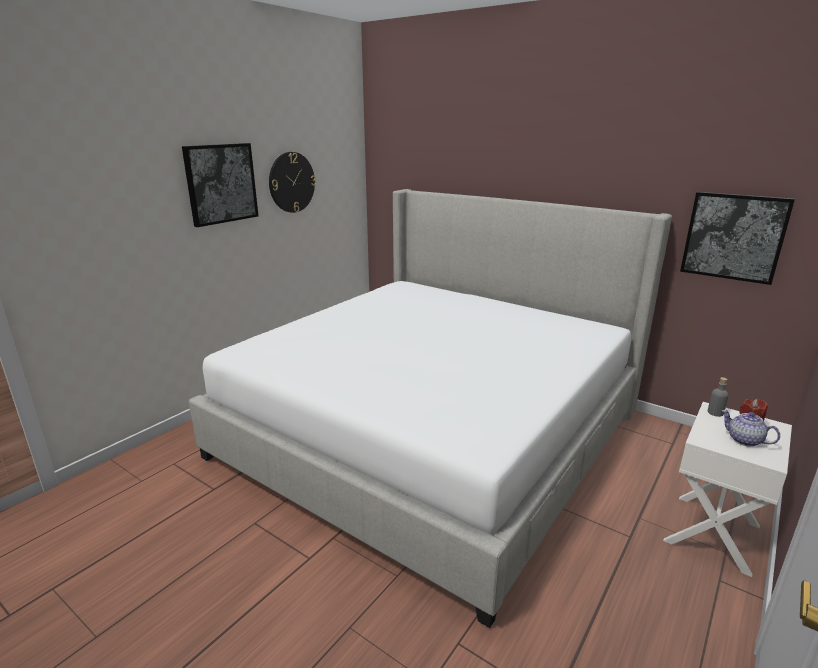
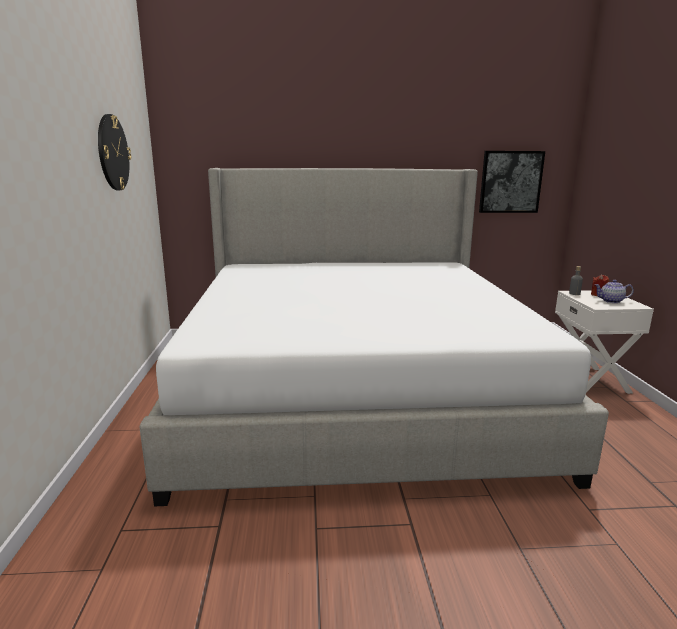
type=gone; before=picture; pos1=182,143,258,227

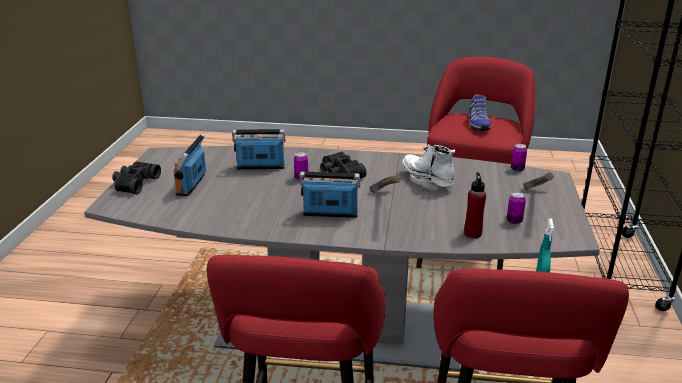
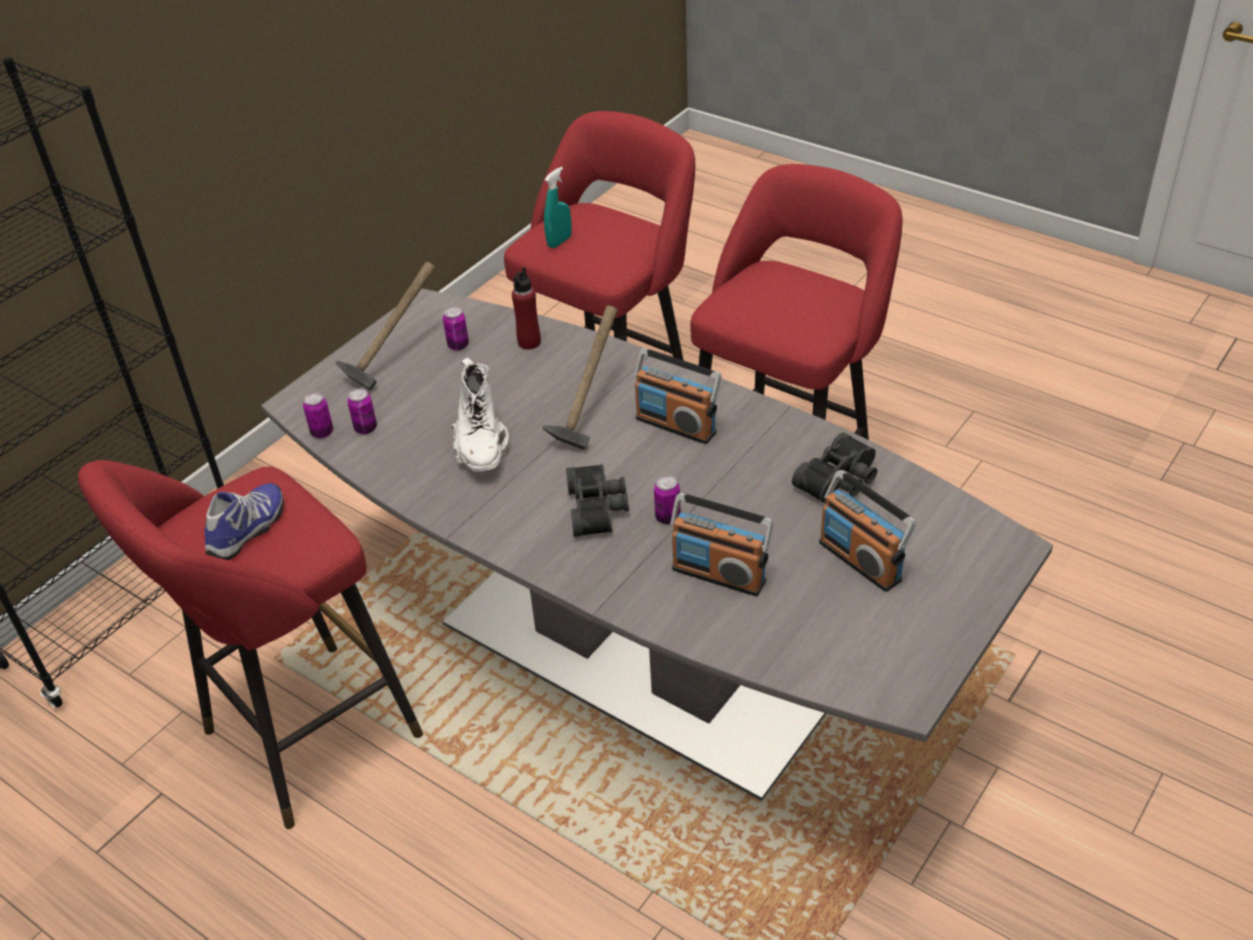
type=new; after=metal can; pos2=347,389,377,434
type=shifted; before=black field glasses; pos1=112,161,161,194; pos2=792,432,878,503
type=rotated; before=radio set; pos1=173,134,206,196; pos2=819,470,916,592; turn=105

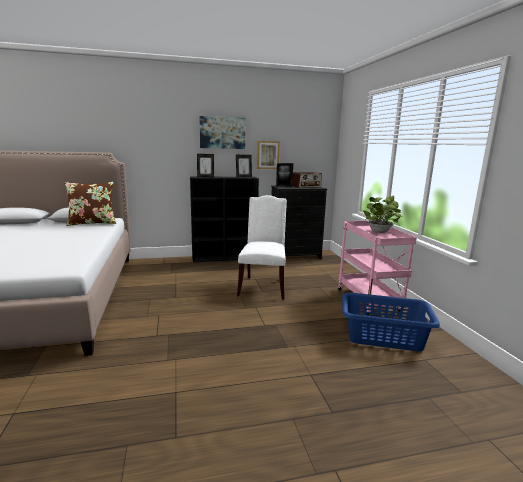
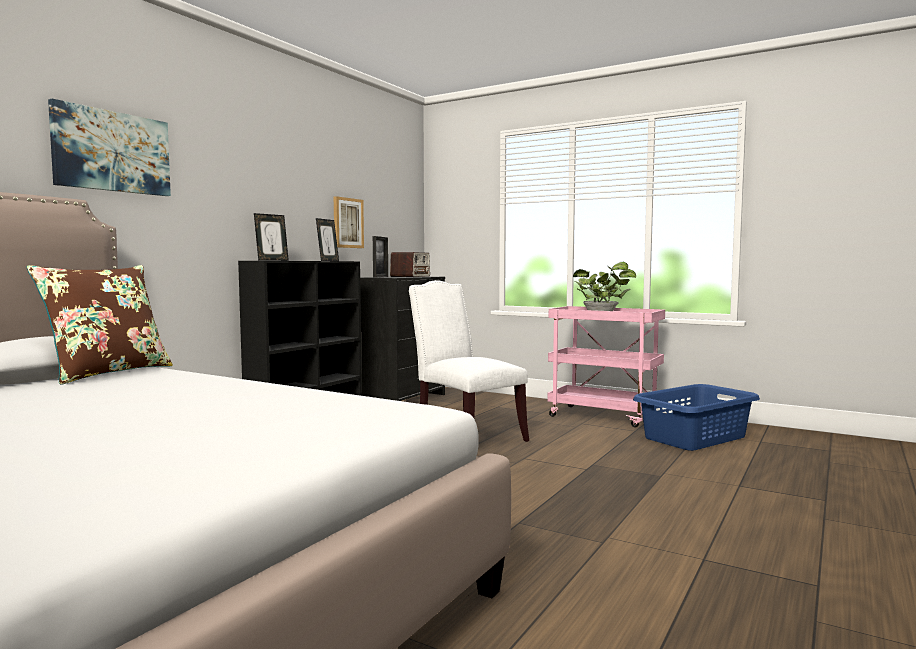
type=shifted; before=picture; pos1=199,116,245,149; pos2=48,99,171,196

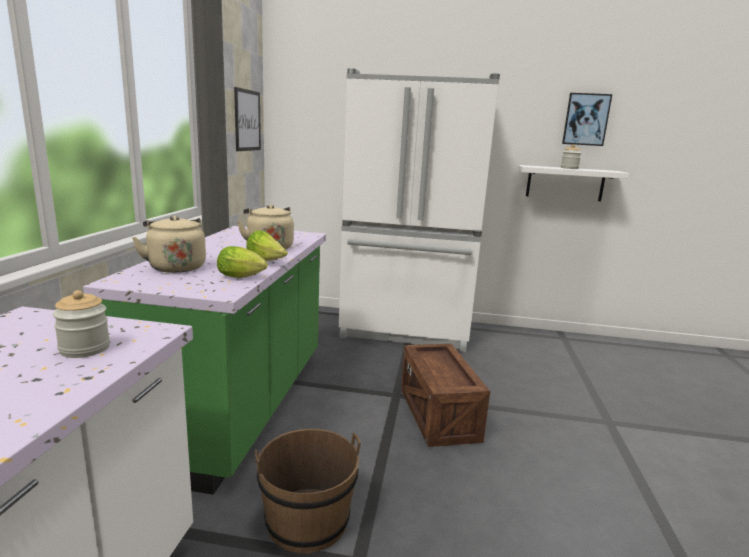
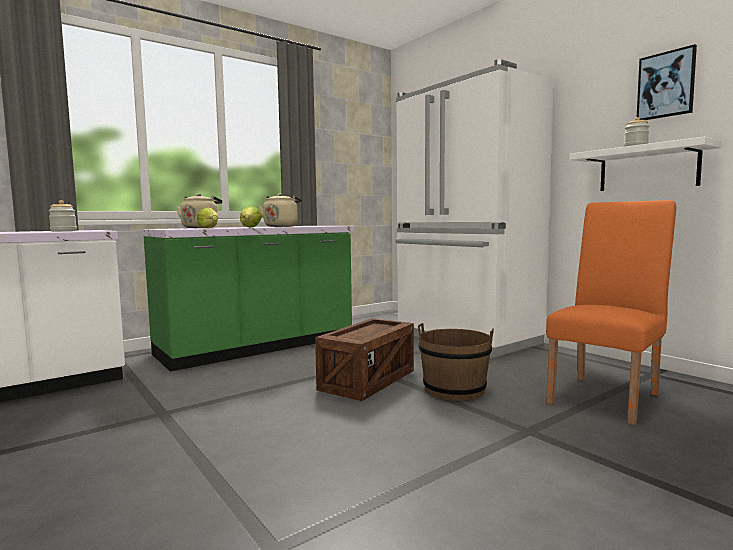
type=shifted; before=brownish water bucket; pos1=255,429,361,554; pos2=418,323,494,401
type=new; after=orange-coloured upright chair; pos2=546,200,676,425
type=gone; before=picture; pos1=234,87,261,151

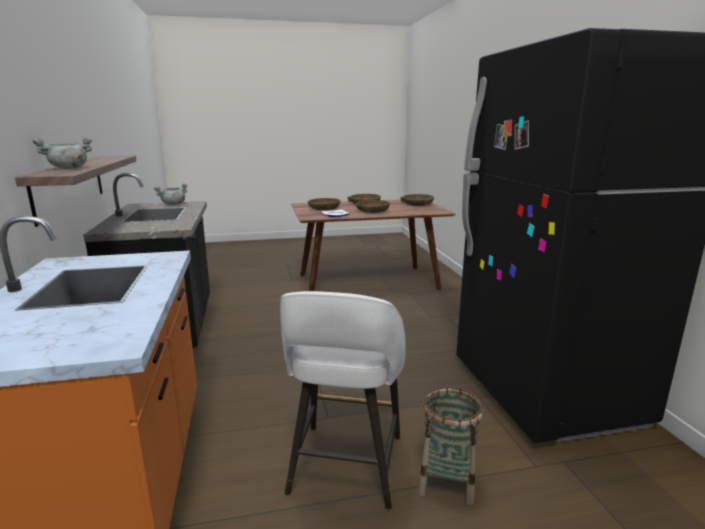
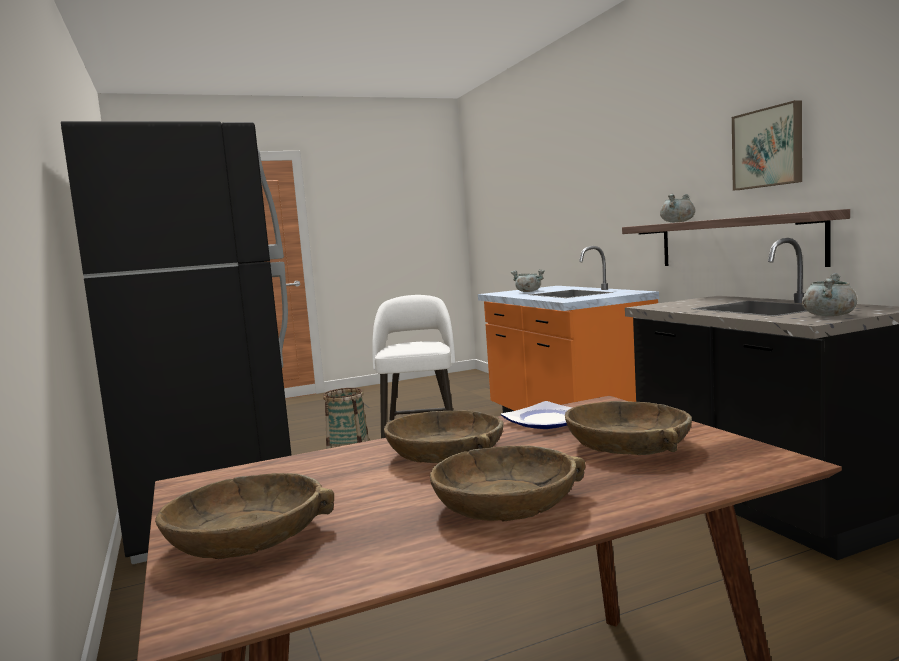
type=new; after=gray stockpot; pos2=511,269,545,292
type=new; after=picture; pos2=732,100,802,190

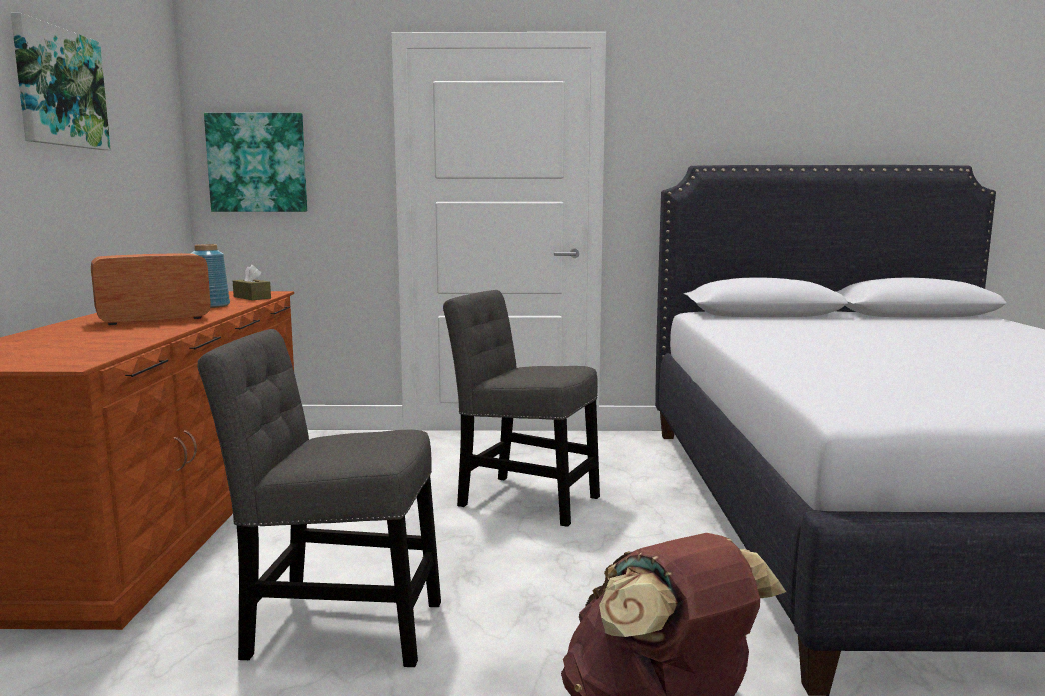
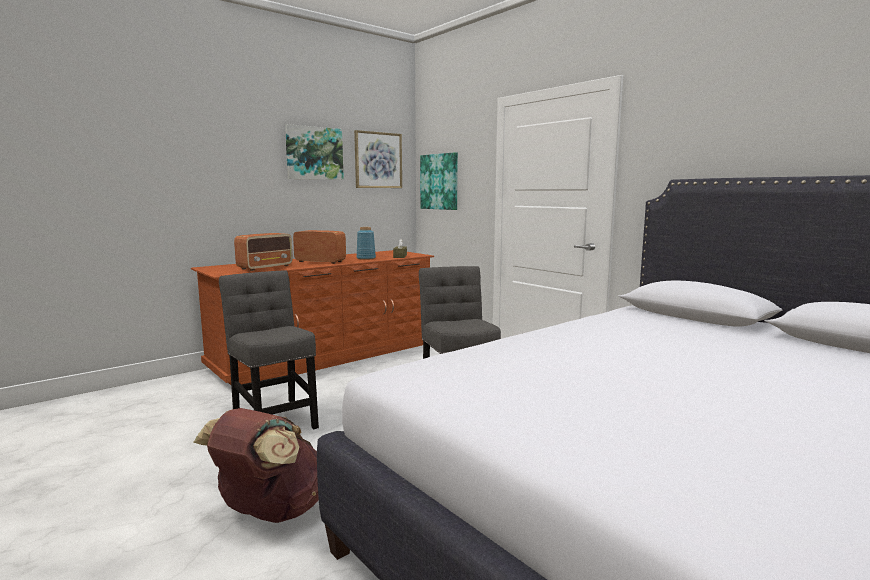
type=new; after=radio set; pos2=234,233,293,271
type=new; after=picture; pos2=354,130,402,188

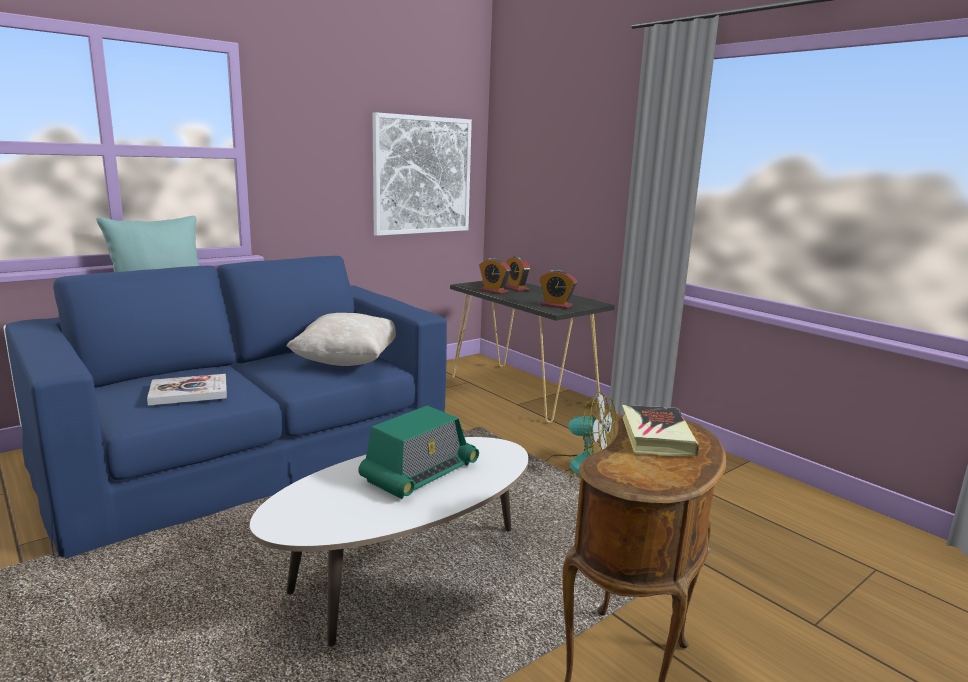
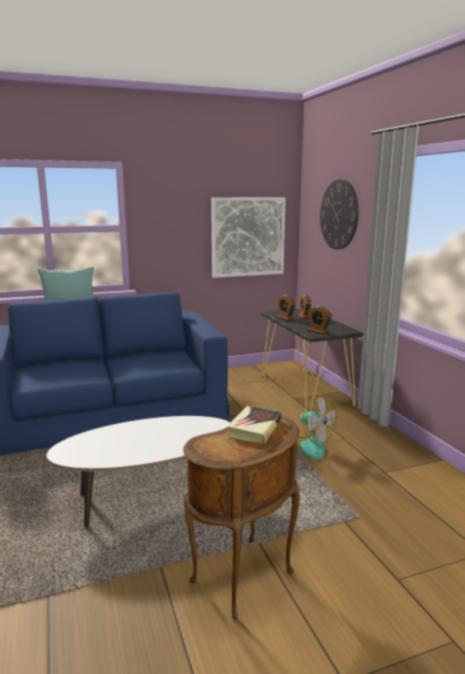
type=new; after=hanging clock; pos2=320,179,359,249
type=gone; before=book; pos1=147,374,227,406
type=gone; before=beige pillow; pos1=286,313,396,366
type=gone; before=radio set; pos1=358,406,479,499

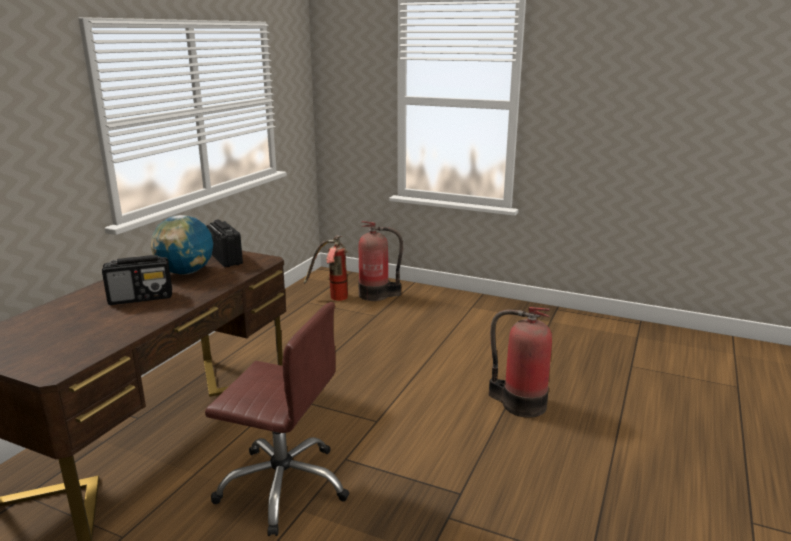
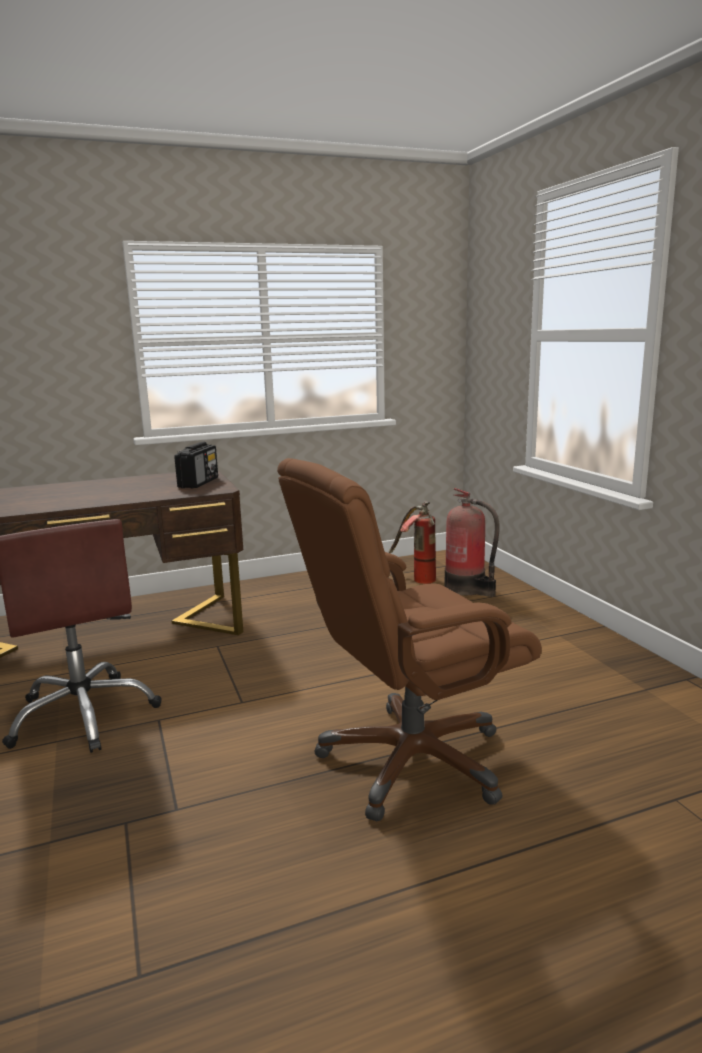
type=swapped; before=fire-fighting cylinder; after=brownish desk chair; pos1=489,307,552,418; pos2=277,458,542,821
type=gone; before=radio set; pos1=102,255,172,305
type=gone; before=world globe; pos1=151,215,213,275

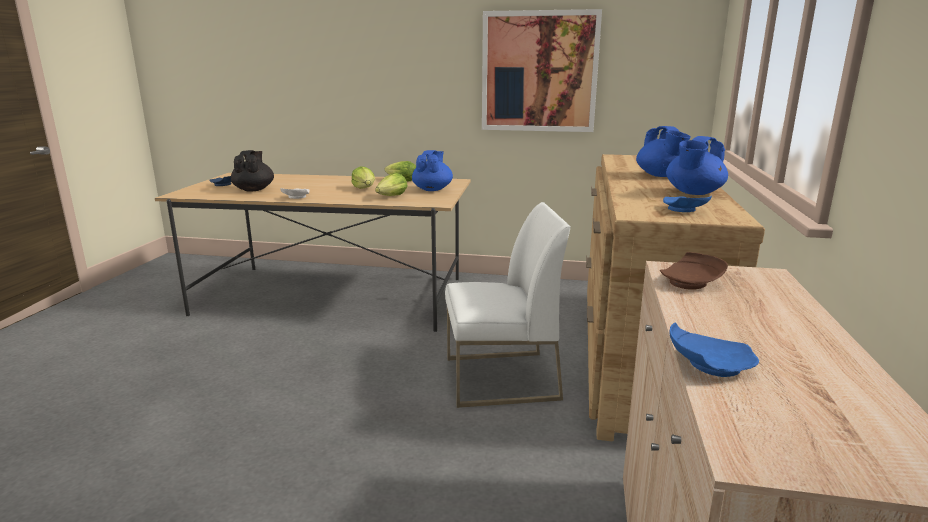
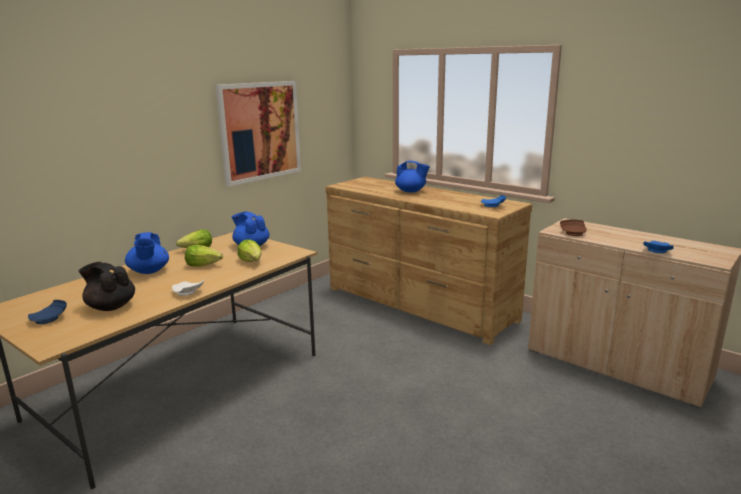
type=shifted; before=blue pot for tea; pos1=666,136,728,195; pos2=125,232,169,274
type=gone; before=white-coloured upright chair; pos1=445,202,571,408

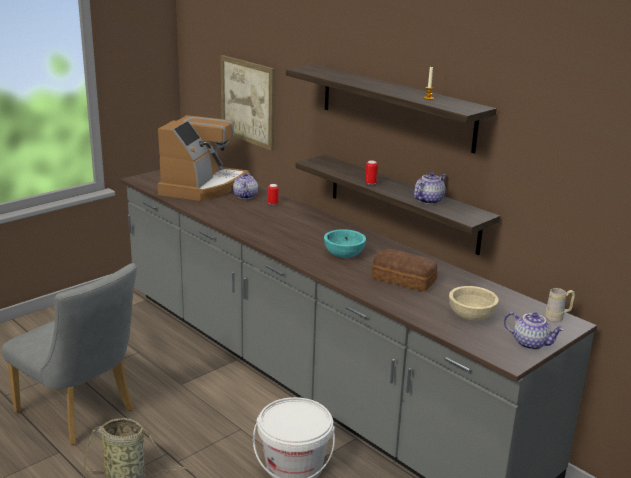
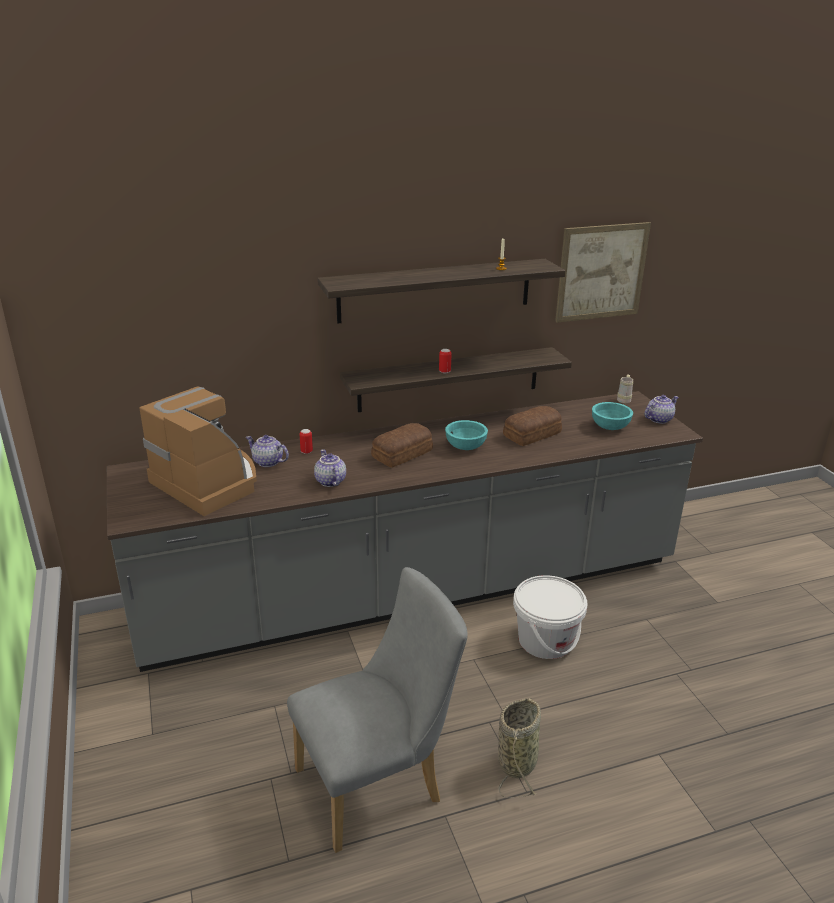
type=shifted; before=pot for tea; pos1=414,172,446,204; pos2=314,449,346,487
type=new; after=bread; pos2=371,423,433,468
type=shifted; before=picture; pos1=220,55,275,151; pos2=555,222,651,323
type=repainted; before=beige serving bowl; after=blue-green serving bowl; pos1=449,286,499,321; pos2=592,402,633,430

